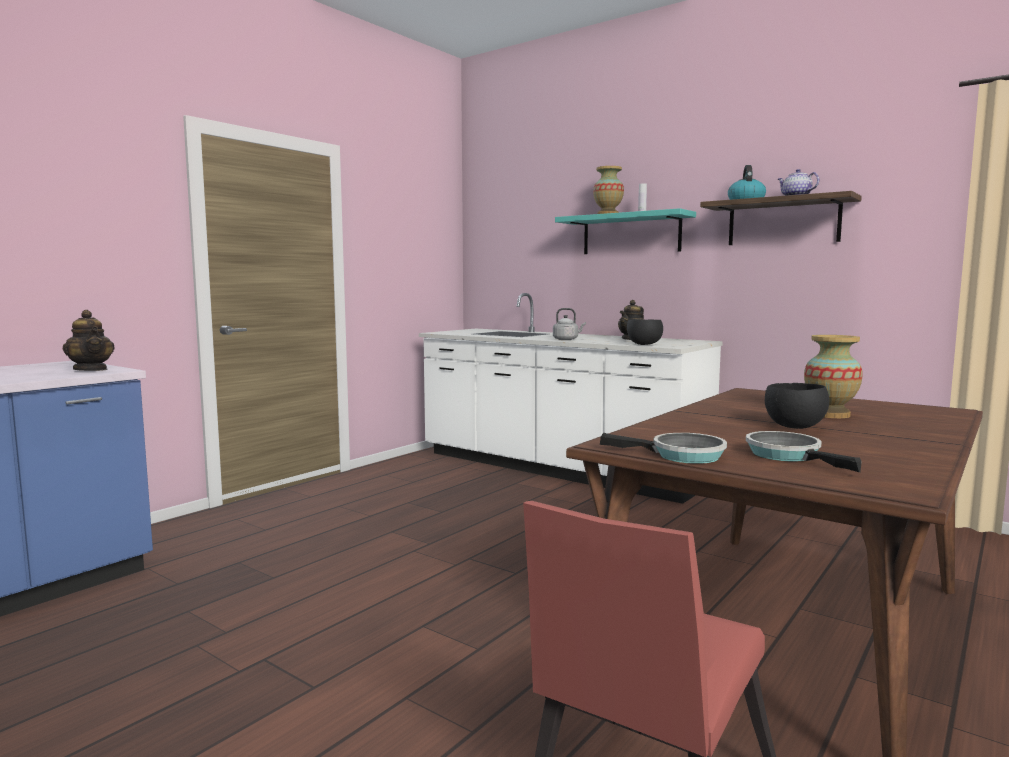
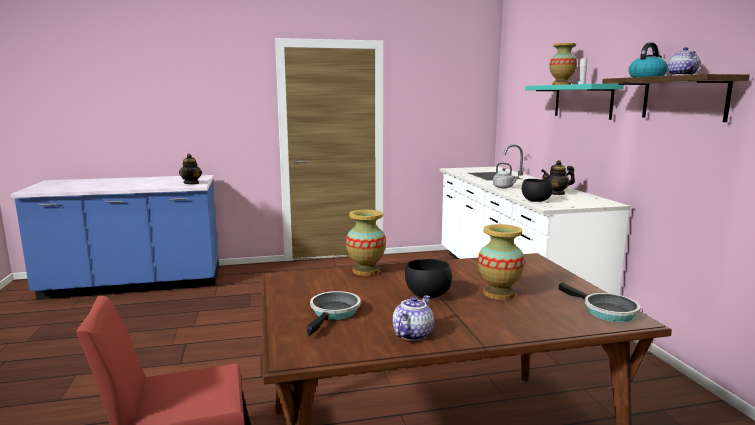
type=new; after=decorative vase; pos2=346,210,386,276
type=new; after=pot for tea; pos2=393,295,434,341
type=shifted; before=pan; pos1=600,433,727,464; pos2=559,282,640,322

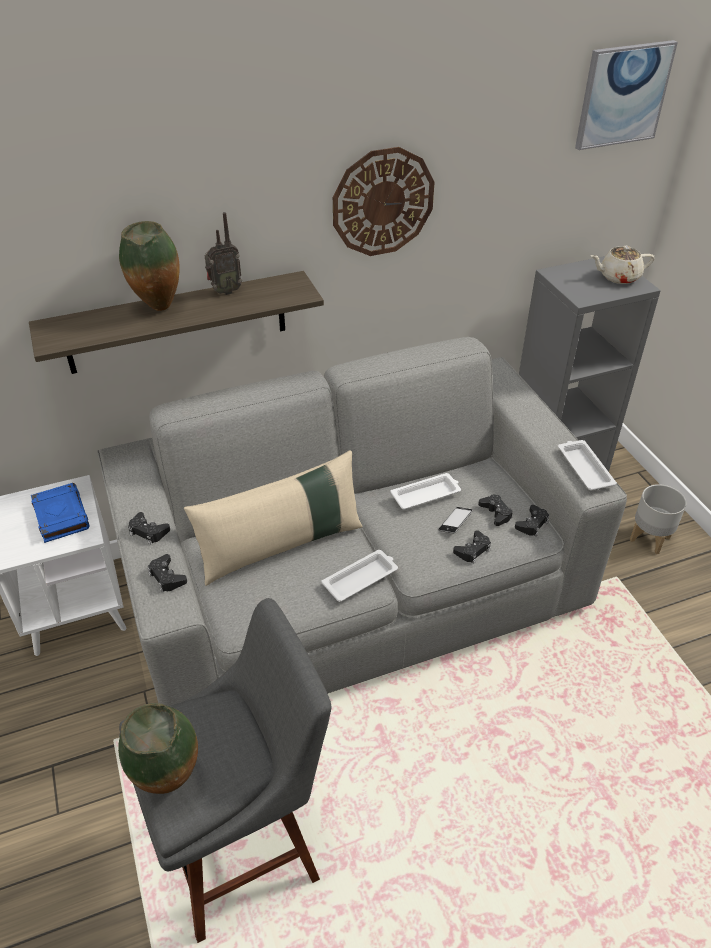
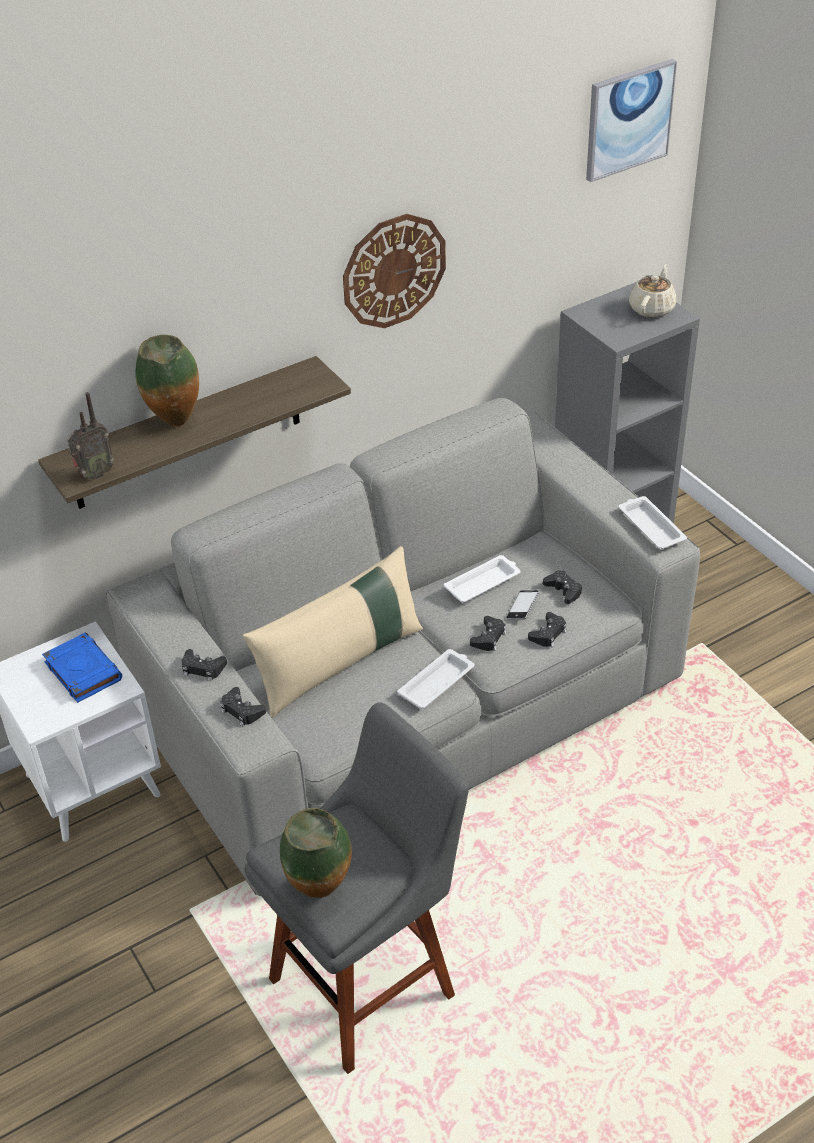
type=shifted; before=radio set; pos1=204,212,242,295; pos2=67,392,114,479
type=shifted; before=black joypad; pos1=515,505,549,536; pos2=470,616,506,651
type=rotated; before=beige pot for tea; pos1=591,246,655,284; pos2=629,264,677,318; turn=135
type=gone; before=gray flower pot; pos1=630,484,686,554

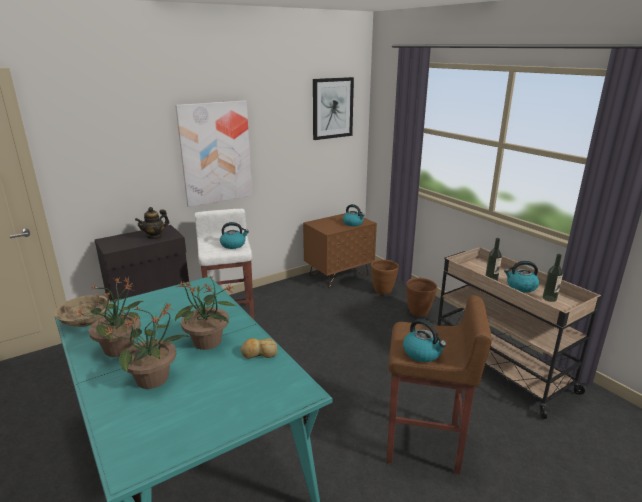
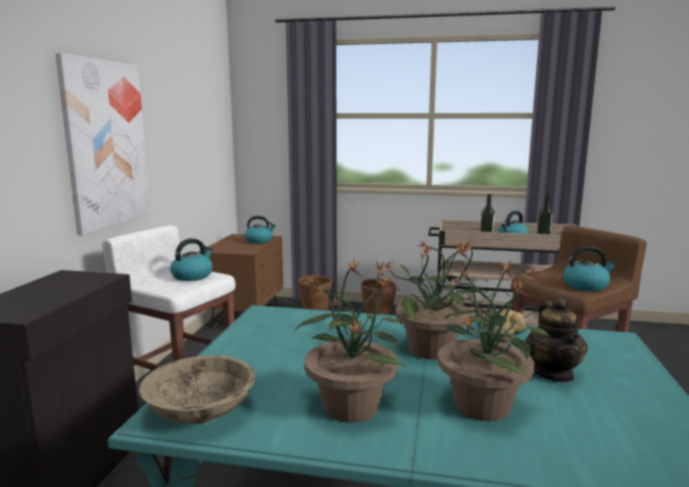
type=shifted; before=pot for tea; pos1=135,207,170,240; pos2=525,298,588,383
type=gone; before=picture; pos1=313,77,354,140

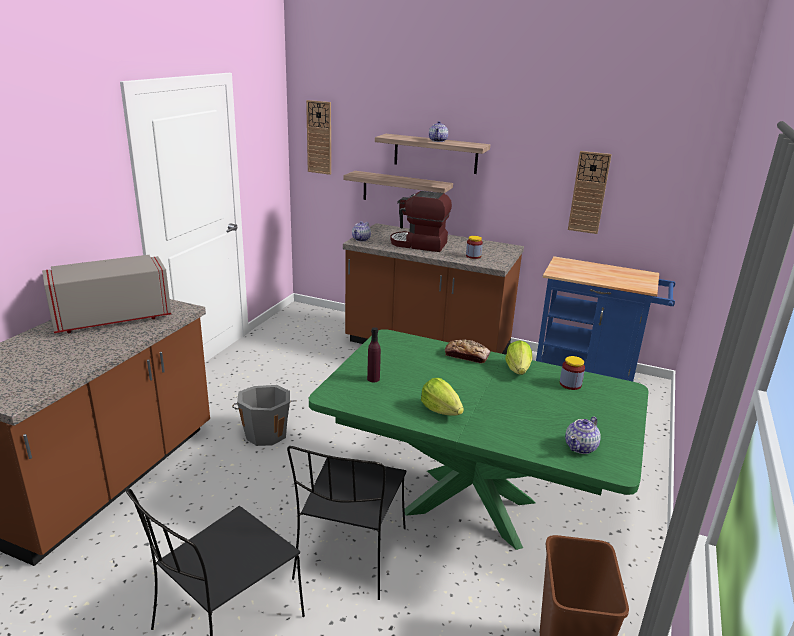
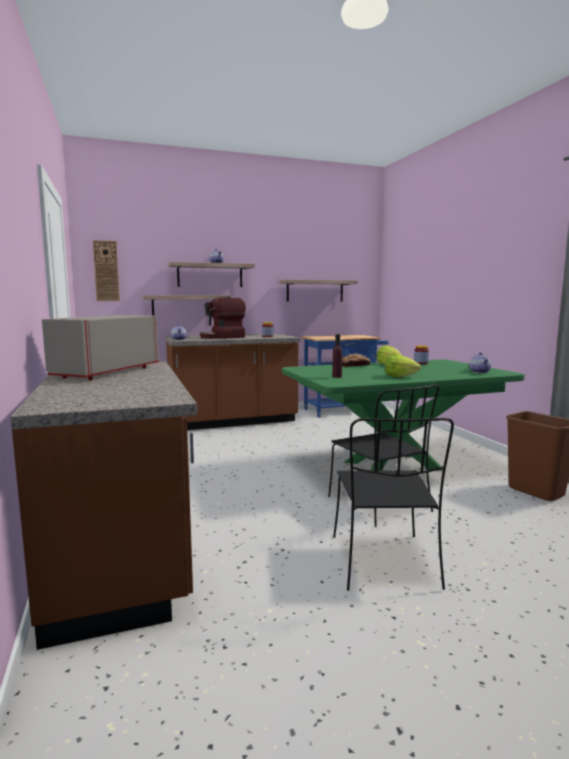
type=swapped; before=hanging clock; after=bracket shelf; pos1=568,151,612,234; pos2=279,280,358,302
type=gone; before=gray water bucket; pos1=232,385,296,446

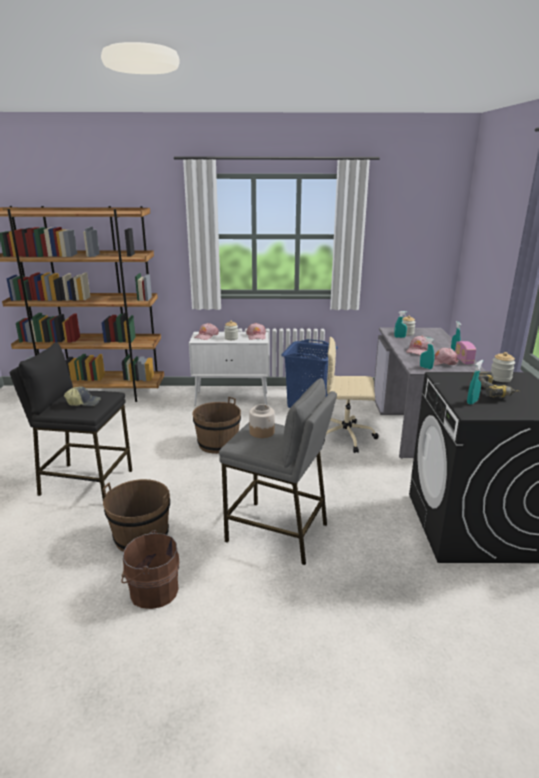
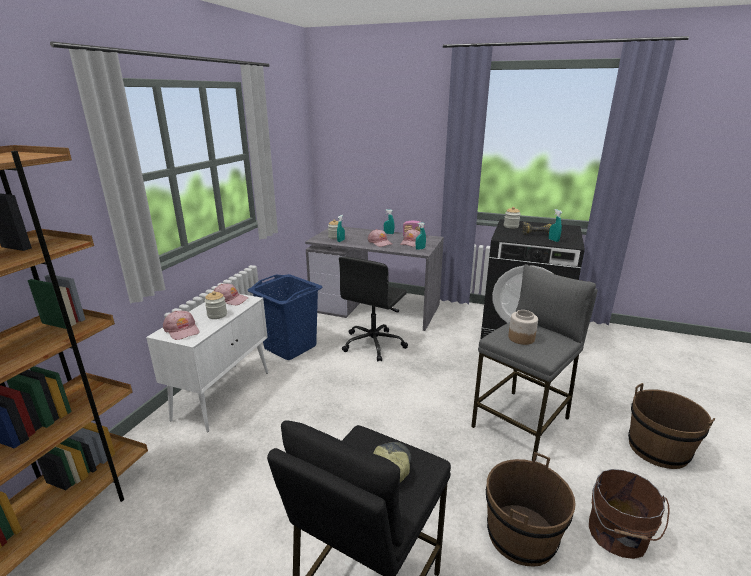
type=repainted; before=beige desk chair; after=black desk chair; pos1=324,337,379,453; pos2=339,257,408,361
type=shifted; before=brownish water bucket; pos1=193,397,241,454; pos2=628,383,716,469

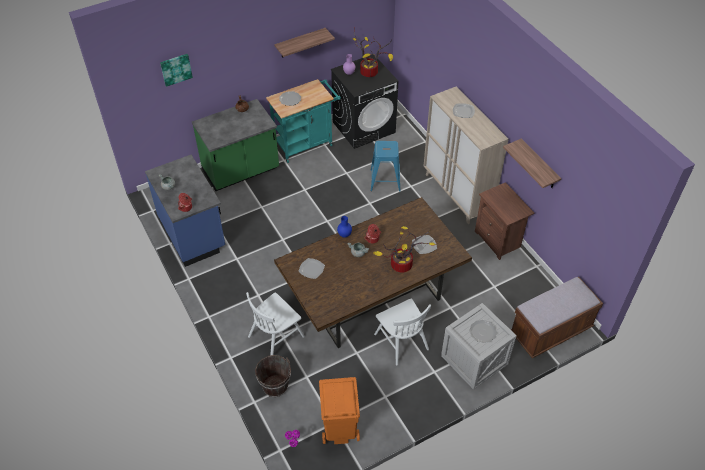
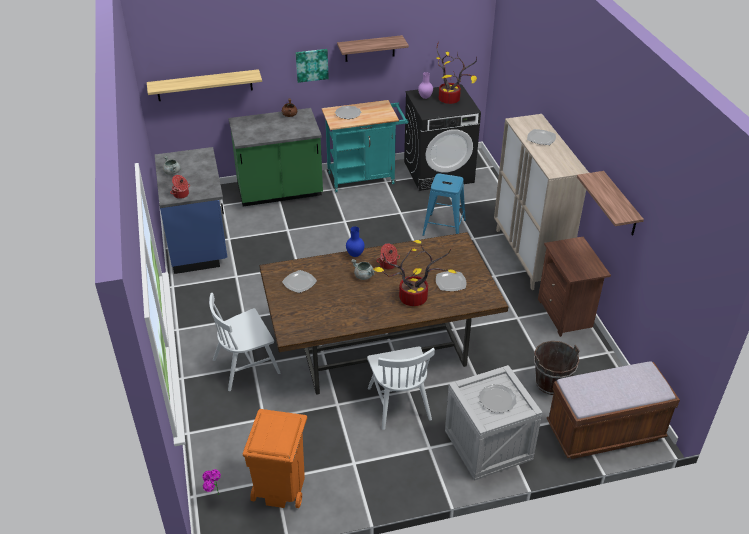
type=new; after=bracket shelf; pos2=147,69,262,101
type=shifted; before=picture; pos1=160,54,193,87; pos2=296,49,329,83
type=shifted; before=brownish water bucket; pos1=255,355,291,397; pos2=534,341,580,395

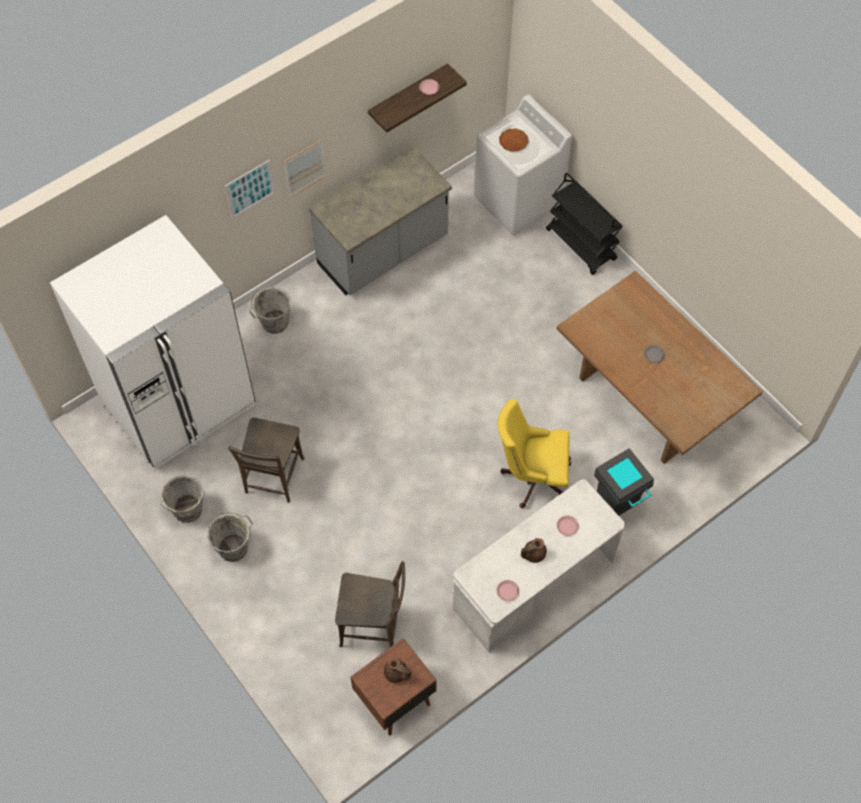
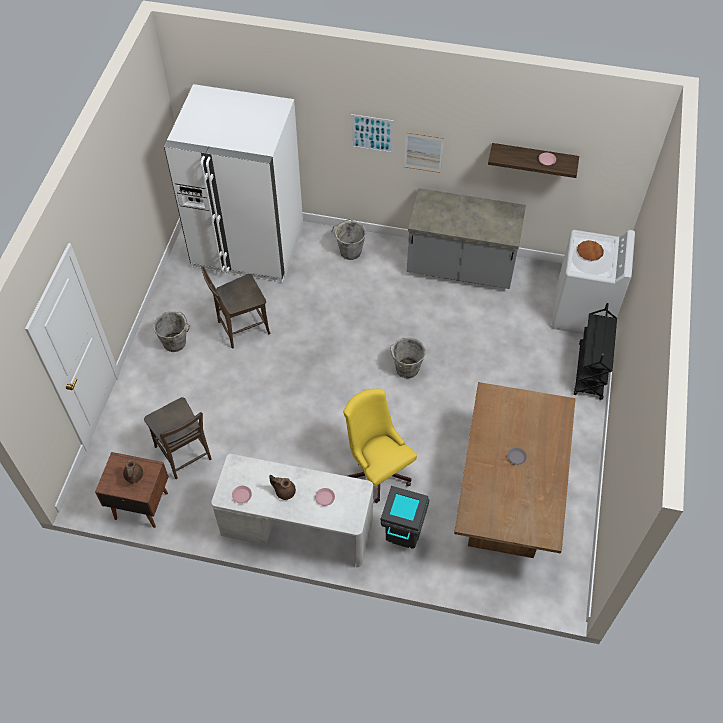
type=shifted; before=gray water bucket; pos1=161,475,205,523; pos2=390,337,426,378

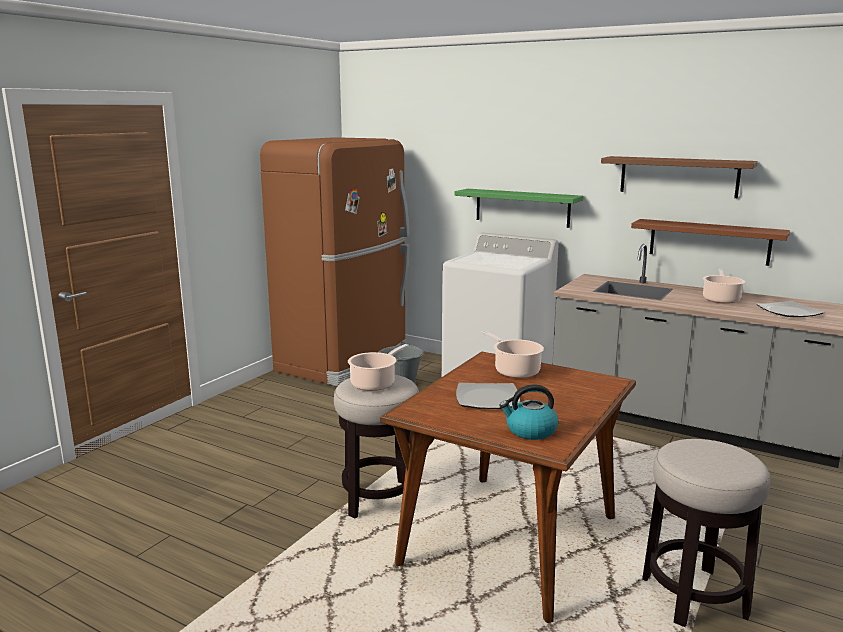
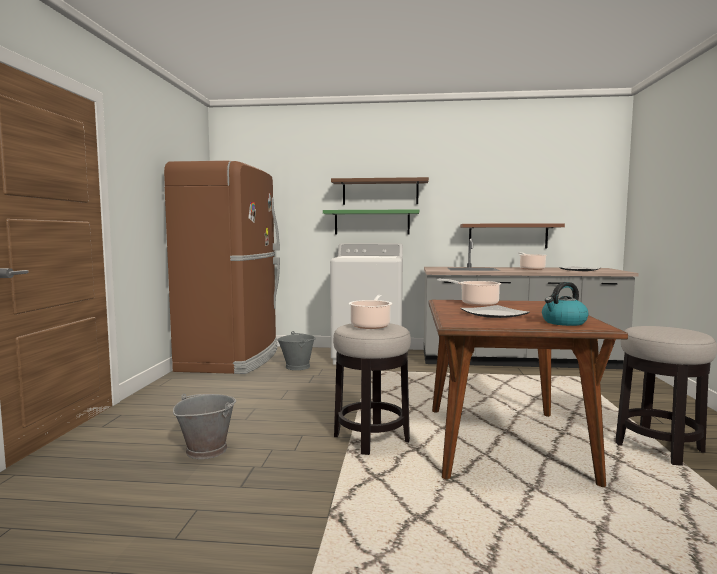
type=new; after=gray water bucket; pos2=173,394,236,459
type=shifted; before=brownish bracket shelf; pos1=601,156,758,198; pos2=331,177,429,205

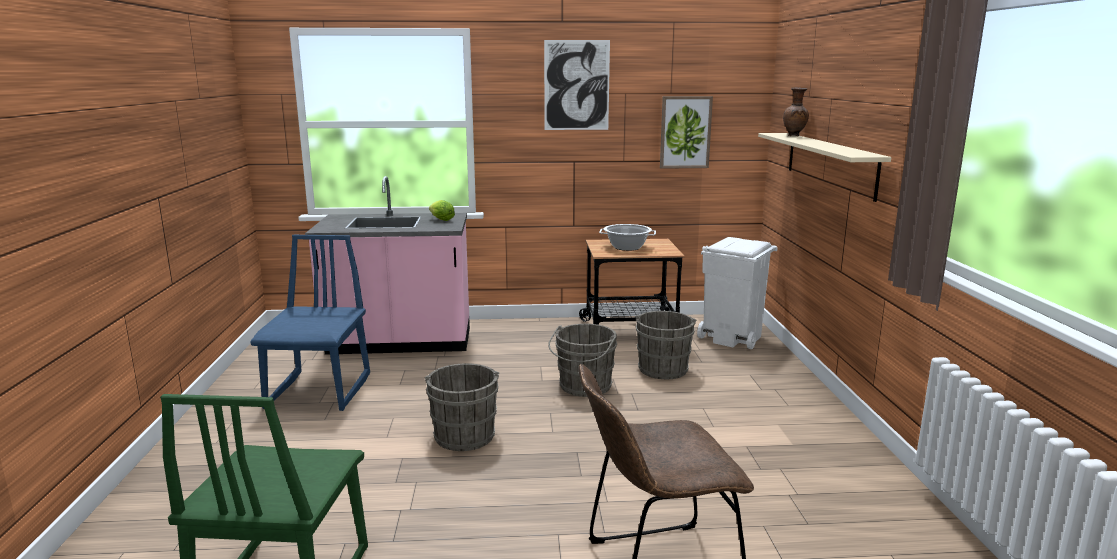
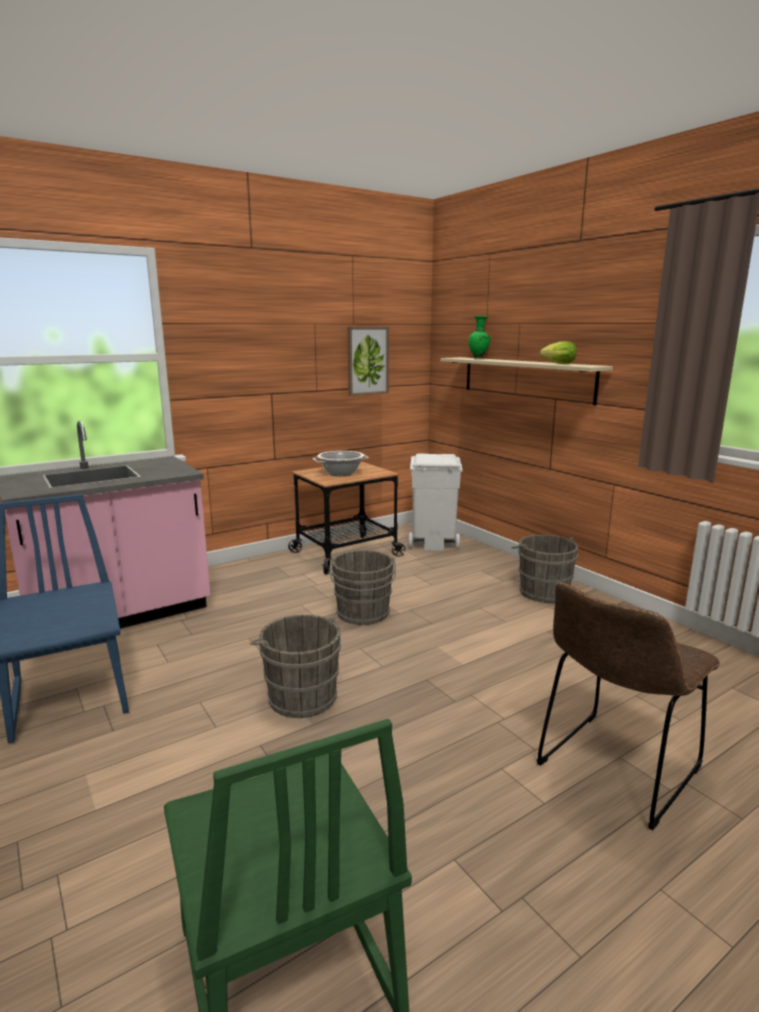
type=repainted; before=brownish decorative vase; after=greenish decorative vase; pos1=783,88,809,137; pos2=469,316,490,358
type=shifted; before=gray water bucket; pos1=635,311,696,379; pos2=511,535,578,603
type=shifted; before=lettuce; pos1=429,200,455,221; pos2=540,341,577,364
type=gone; before=picture; pos1=544,40,610,130

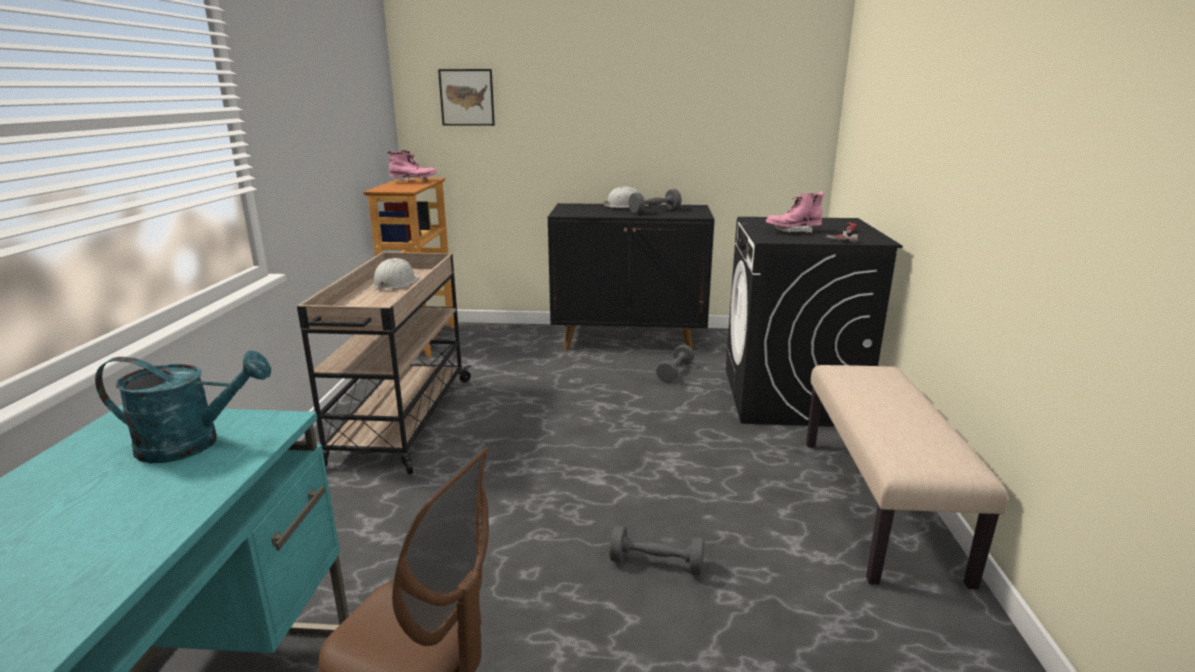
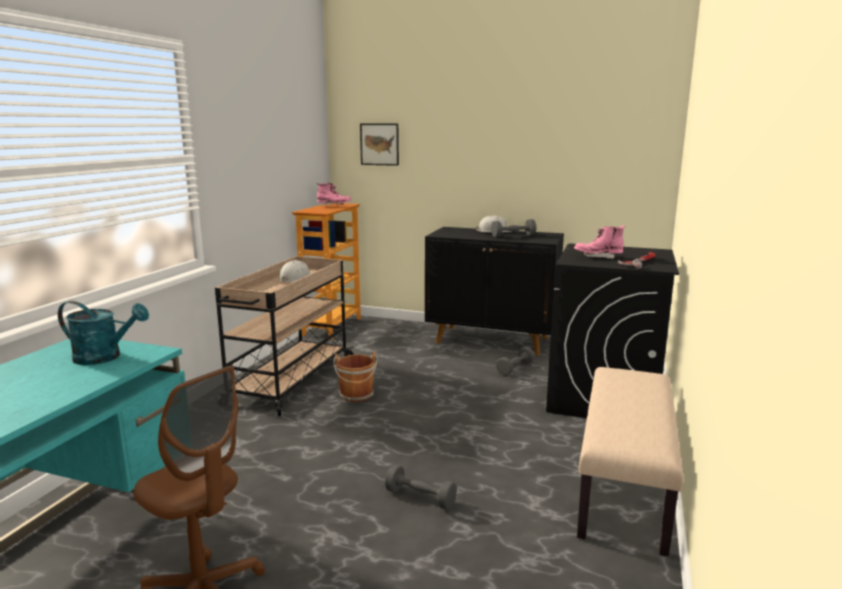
type=new; after=brownish water bucket; pos2=333,352,378,402

